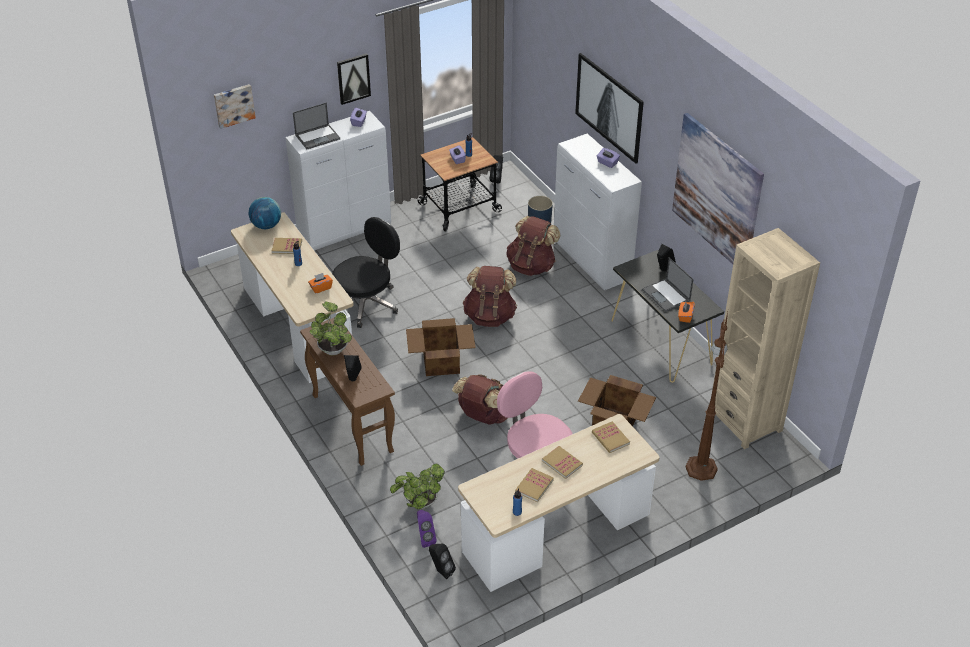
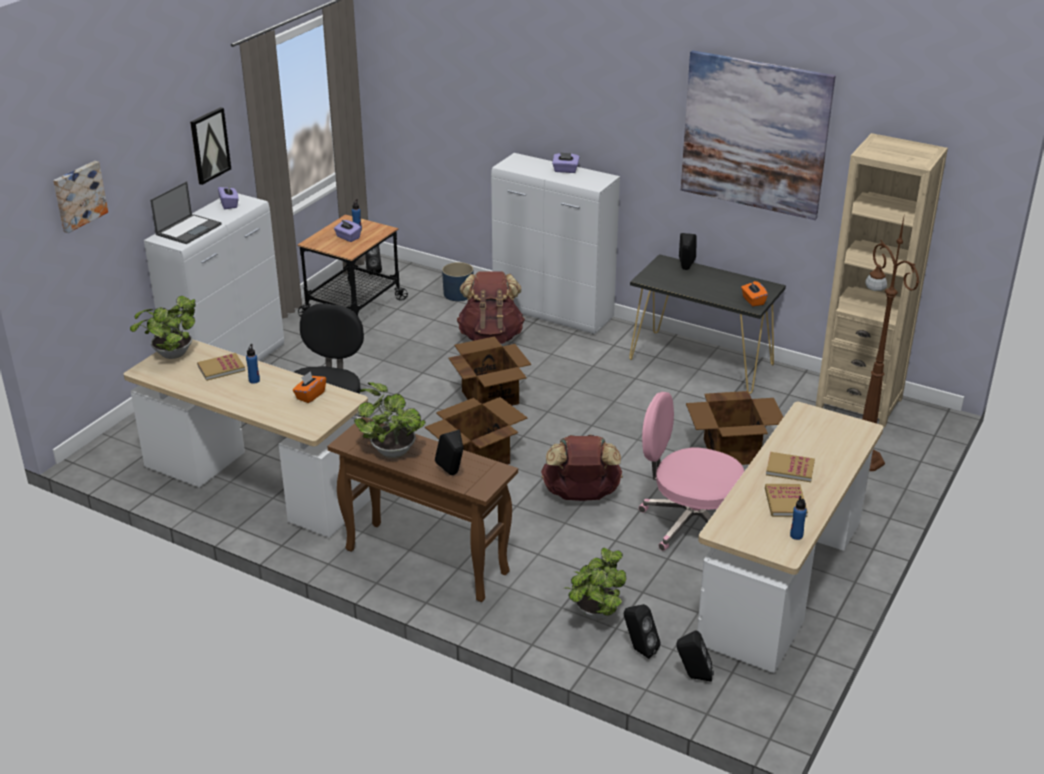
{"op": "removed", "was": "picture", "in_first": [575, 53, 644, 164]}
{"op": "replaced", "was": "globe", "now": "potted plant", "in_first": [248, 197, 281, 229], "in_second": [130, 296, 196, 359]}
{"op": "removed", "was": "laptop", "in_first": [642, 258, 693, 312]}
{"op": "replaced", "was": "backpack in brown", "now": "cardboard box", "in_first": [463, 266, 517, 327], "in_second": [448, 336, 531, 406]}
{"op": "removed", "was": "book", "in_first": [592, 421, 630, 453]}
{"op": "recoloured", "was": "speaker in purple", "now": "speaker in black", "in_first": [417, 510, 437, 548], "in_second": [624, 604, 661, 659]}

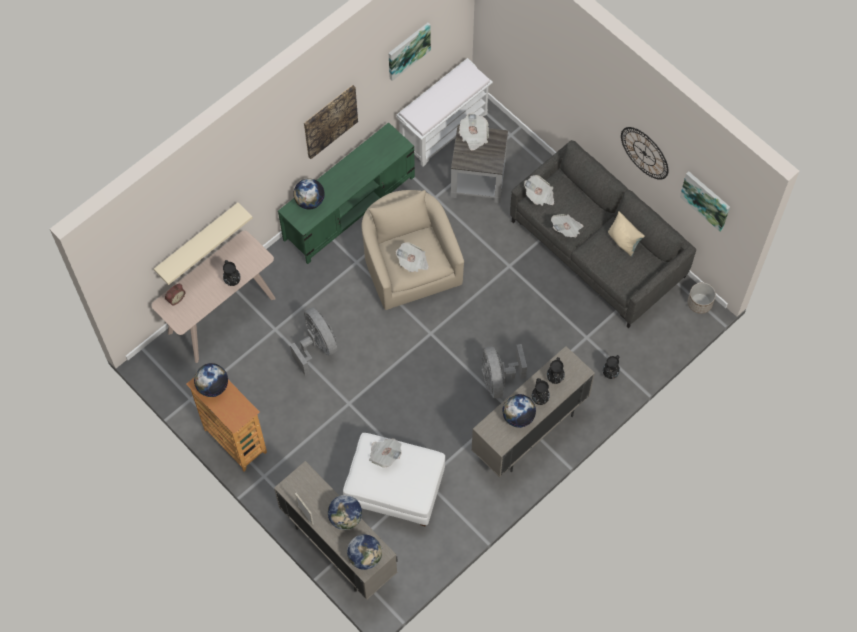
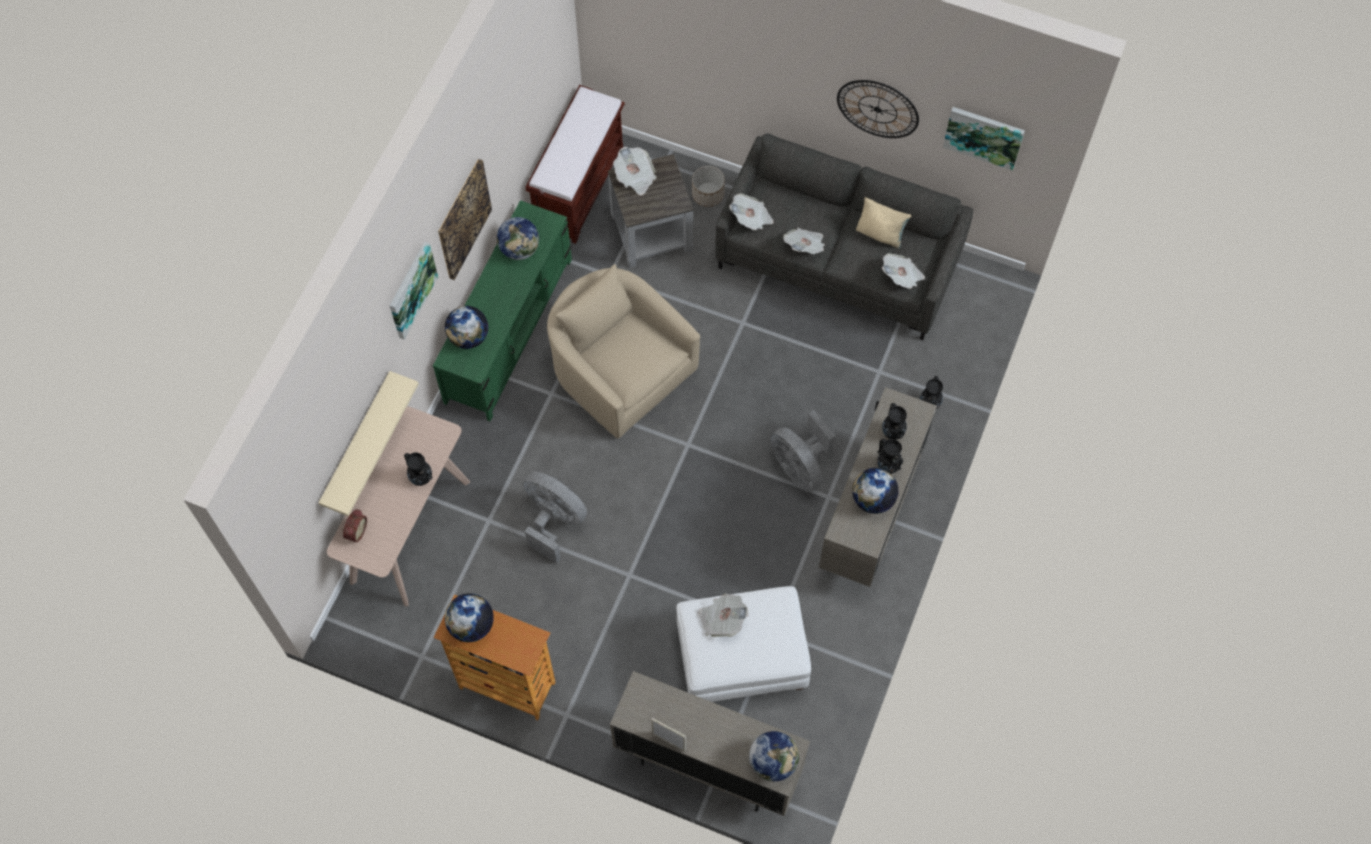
{"op": "moved", "was": "picture", "in_first": [389, 23, 431, 81], "in_second": [389, 242, 438, 340]}
{"op": "recoloured", "was": "bench in white", "now": "bench in brown", "in_first": [396, 58, 493, 167], "in_second": [526, 85, 625, 244]}
{"op": "moved", "was": "newspaper", "in_first": [396, 242, 429, 272], "in_second": [882, 253, 925, 289]}
{"op": "moved", "was": "planter", "in_first": [688, 282, 716, 314], "in_second": [692, 166, 725, 207]}
{"op": "moved", "was": "globe", "in_first": [328, 495, 362, 530], "in_second": [497, 217, 539, 260]}

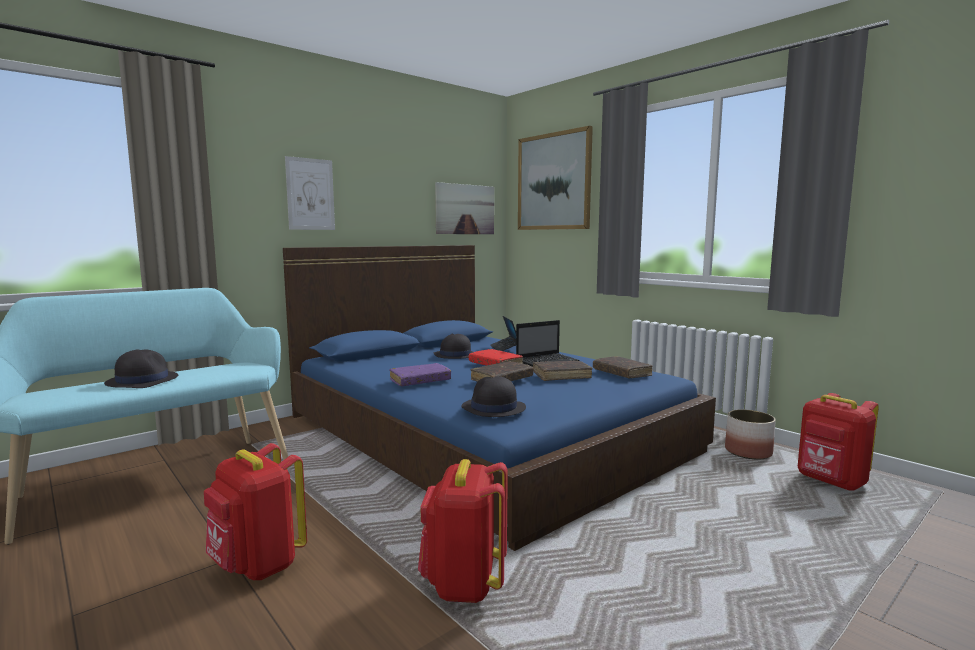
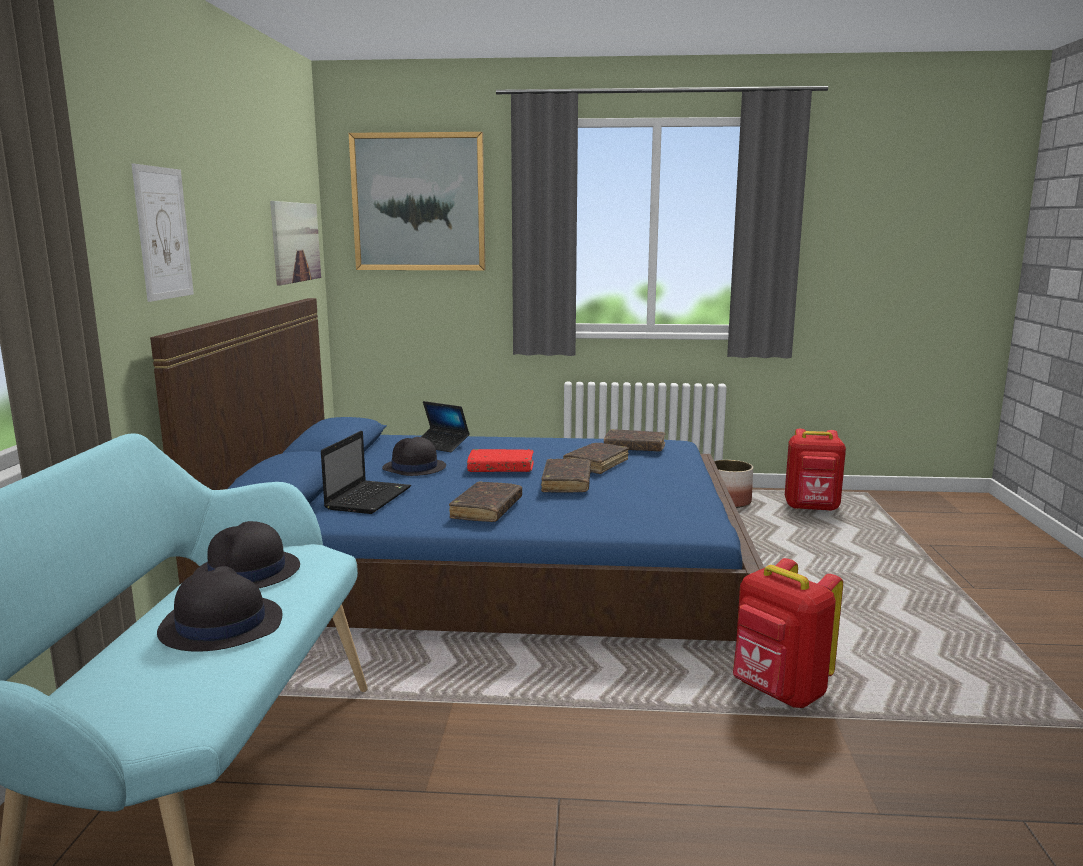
{"op": "moved", "was": "laptop", "in_first": [516, 320, 580, 367], "in_second": [321, 431, 411, 514]}
{"op": "recoloured", "was": "book in purple", "now": "book in brown", "in_first": [389, 363, 451, 386], "in_second": [449, 482, 522, 522]}
{"op": "moved", "was": "hat in black", "in_first": [461, 376, 526, 417], "in_second": [193, 521, 300, 588]}
{"op": "removed", "was": "backpack in red", "in_first": [204, 443, 307, 580]}

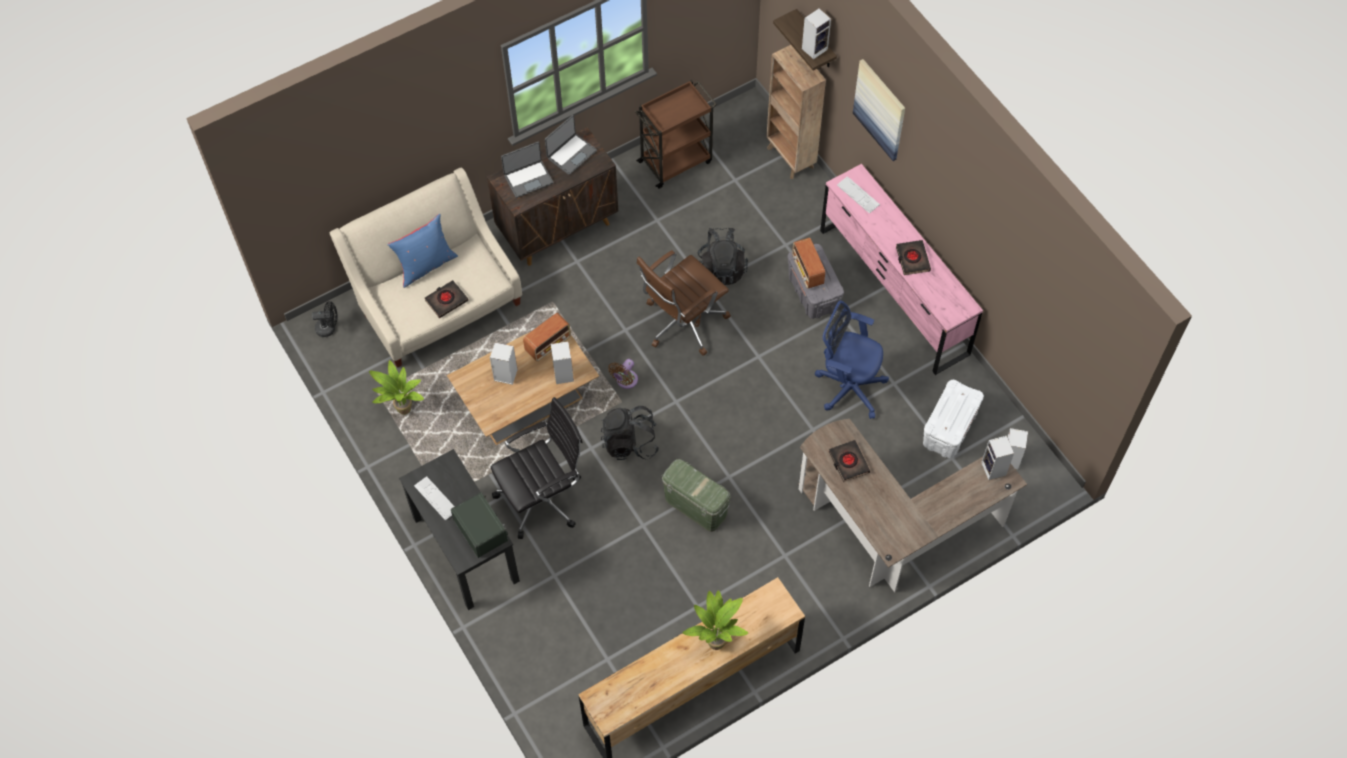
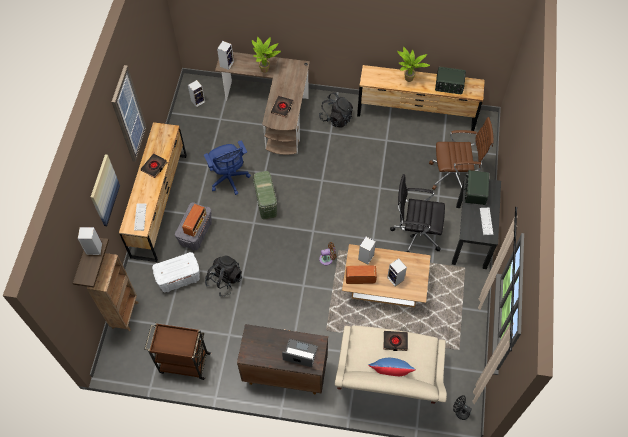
{"op": "removed", "was": "laptop", "in_first": [545, 115, 597, 175]}
{"op": "recoloured", "was": "dresser in pink", "now": "dresser in brown", "in_first": [820, 164, 983, 375], "in_second": [119, 122, 187, 262]}
{"op": "moved", "was": "office chair in brown", "in_first": [637, 250, 731, 355], "in_second": [429, 117, 494, 190]}
{"op": "moved", "was": "potted plant", "in_first": [369, 360, 424, 415], "in_second": [252, 37, 281, 73]}
{"op": "moved", "was": "storage box in white", "in_first": [923, 380, 984, 458], "in_second": [152, 252, 200, 292]}
{"op": "moved", "was": "backpack in black", "in_first": [601, 406, 659, 460], "in_second": [319, 92, 353, 127]}
{"op": "moved", "was": "storage box in green", "in_first": [662, 459, 731, 532], "in_second": [253, 171, 277, 220]}
{"op": "added", "now": "picture", "in_second": [111, 65, 147, 162]}
{"op": "added", "now": "radio", "in_second": [435, 67, 466, 94]}

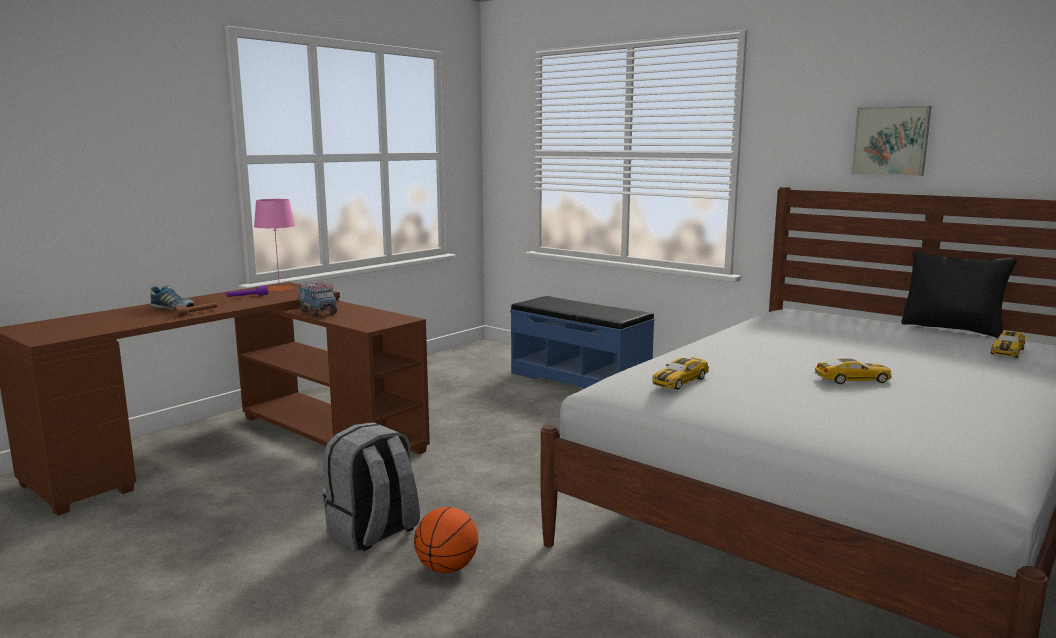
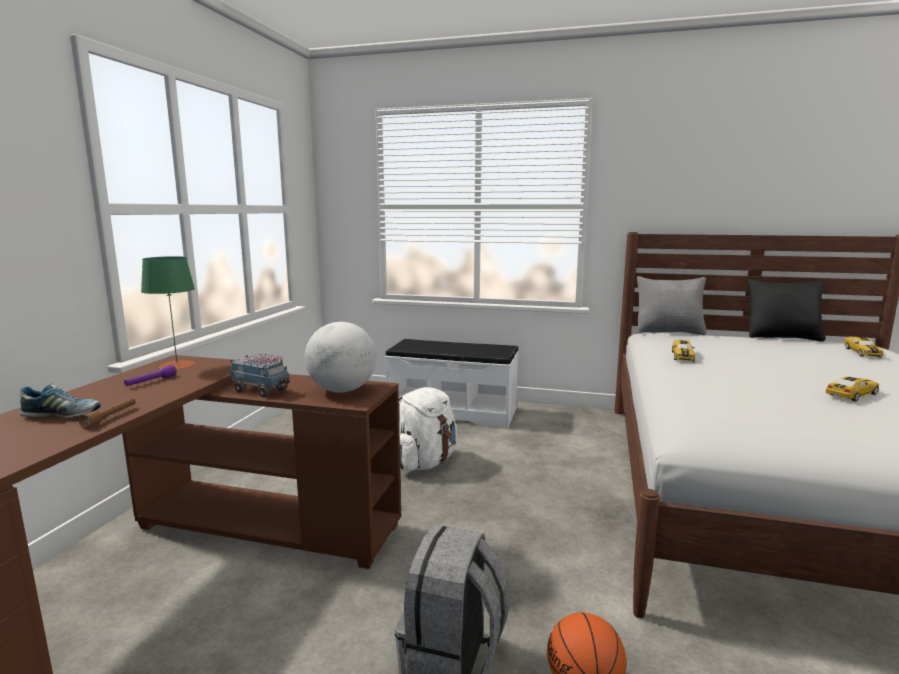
{"op": "removed", "was": "picture", "in_first": [851, 106, 932, 176]}
{"op": "recoloured", "was": "table lamp in pink", "now": "table lamp in green", "in_first": [254, 199, 295, 291], "in_second": [141, 256, 195, 369]}
{"op": "recoloured", "was": "bench in blue", "now": "bench in white", "in_first": [510, 296, 654, 389], "in_second": [385, 339, 518, 428]}
{"op": "moved", "was": "toy car", "in_first": [652, 357, 709, 390], "in_second": [672, 340, 695, 361]}
{"op": "added", "now": "pillow in grey", "in_second": [636, 276, 707, 335]}
{"op": "added", "now": "globe", "in_second": [305, 322, 377, 393]}
{"op": "added", "now": "backpack in white", "in_second": [399, 387, 457, 471]}

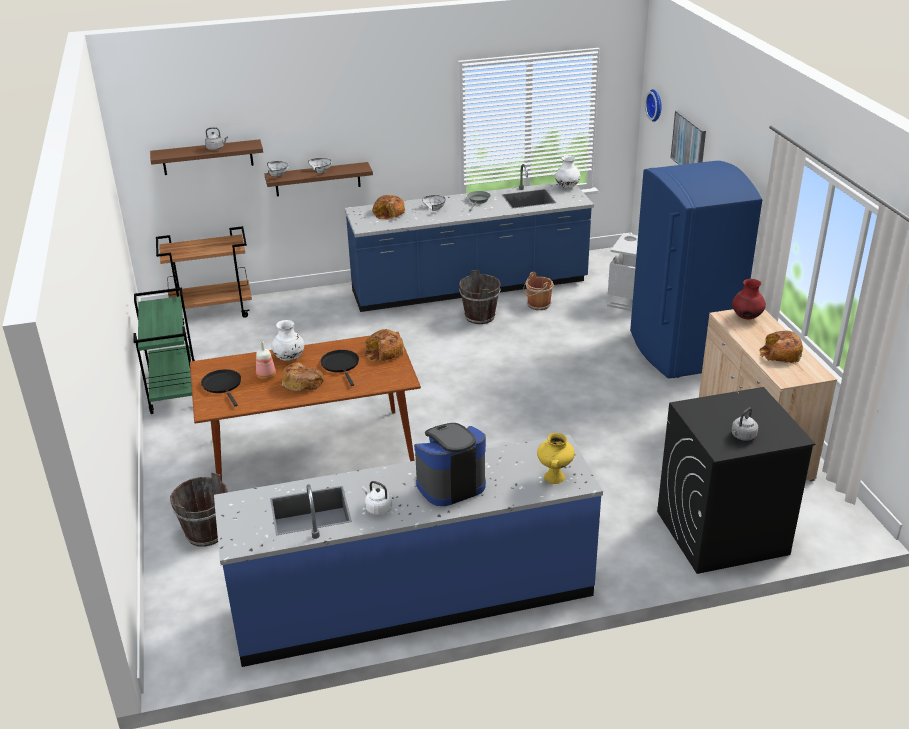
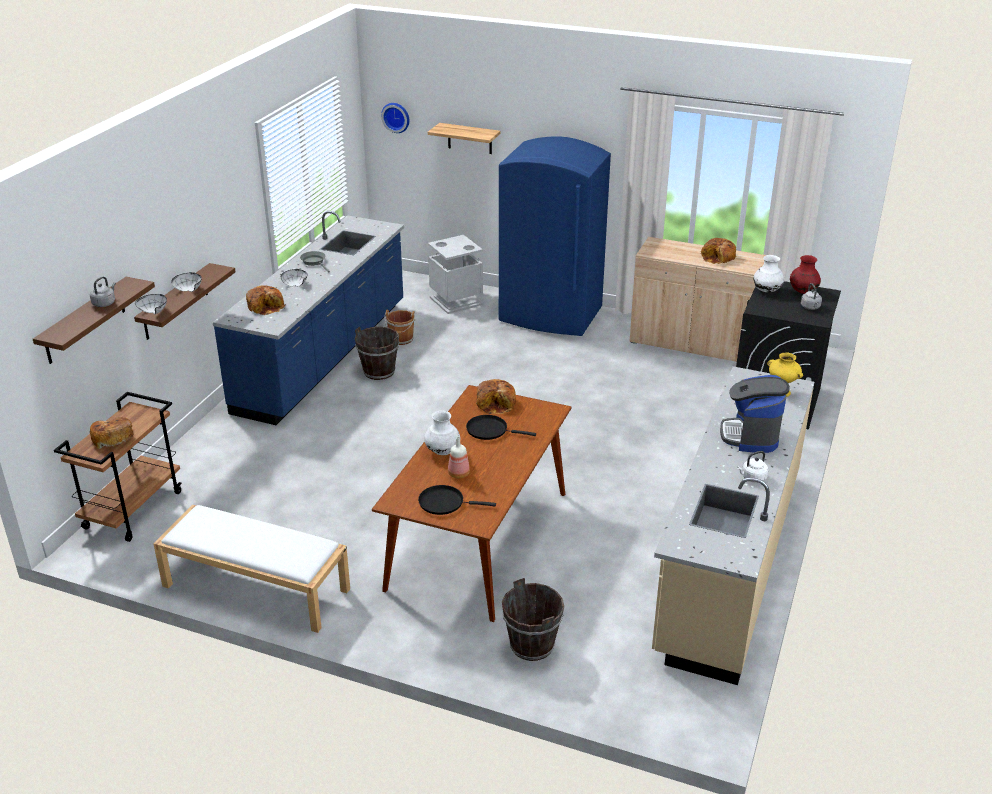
{"op": "replaced", "was": "picture", "now": "shelf", "in_first": [671, 110, 706, 165], "in_second": [428, 123, 501, 154]}
{"op": "moved", "was": "vase in white", "in_first": [555, 156, 581, 188], "in_second": [753, 255, 784, 293]}
{"op": "moved", "was": "vase in red", "in_first": [732, 279, 766, 319], "in_second": [790, 255, 821, 294]}
{"op": "replaced", "was": "cart in green", "now": "bench in white", "in_first": [134, 288, 195, 414], "in_second": [153, 505, 350, 633]}
{"op": "moved", "was": "bread", "in_first": [282, 362, 324, 392], "in_second": [90, 417, 134, 449]}
{"op": "recoloured", "was": "counter in blue", "now": "counter in beige", "in_first": [214, 434, 603, 667], "in_second": [652, 366, 814, 685]}

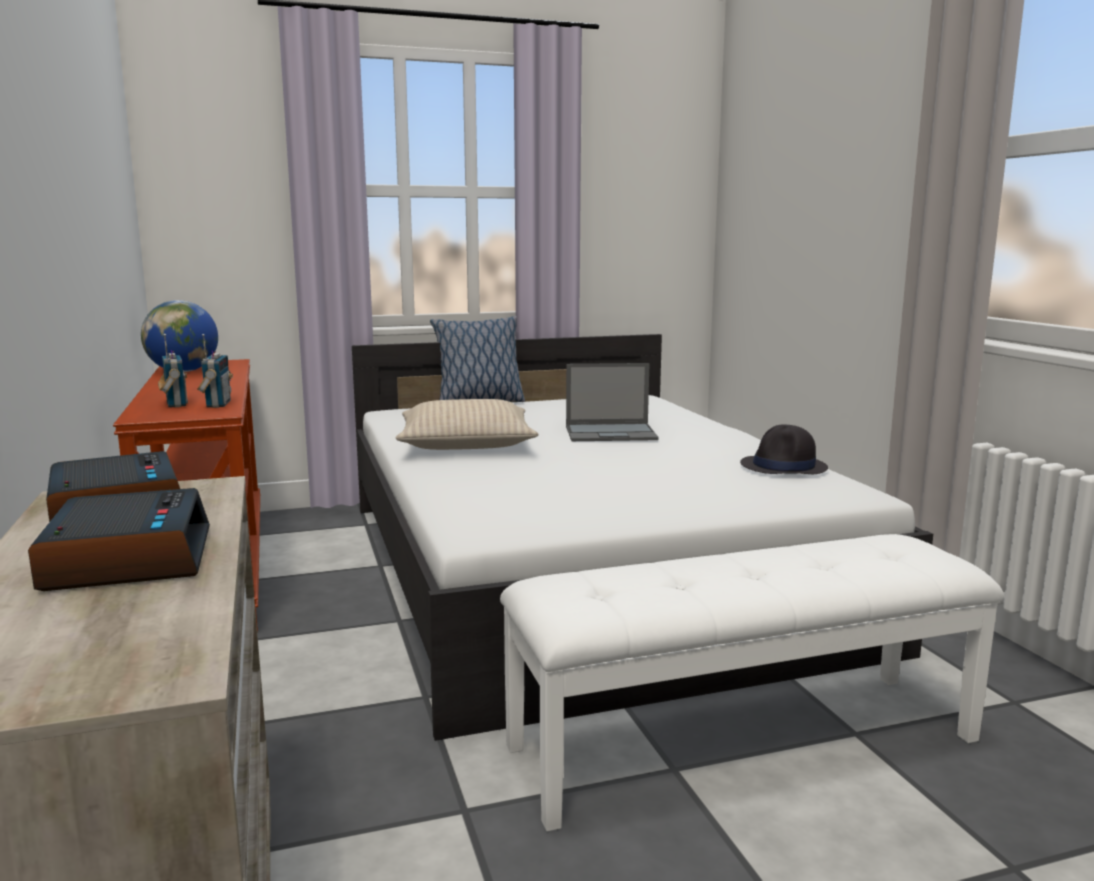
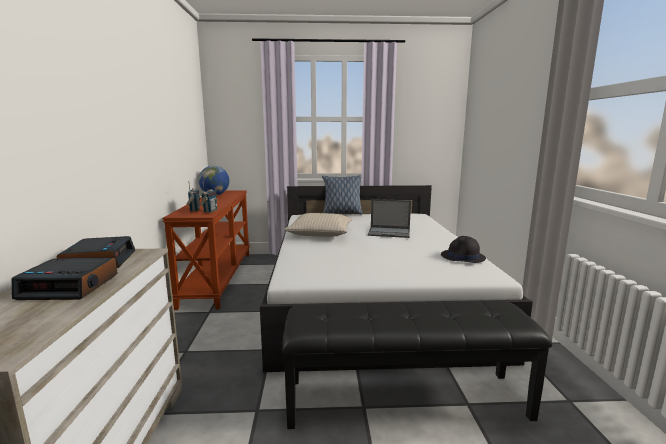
{"op": "turned", "was": "alarm clock", "in_first": [28, 488, 210, 591], "in_second": [12, 258, 118, 300], "clockwise": 90}
{"op": "recoloured", "was": "bench in white", "now": "bench in black", "in_first": [500, 534, 1004, 831], "in_second": [282, 300, 552, 429]}

